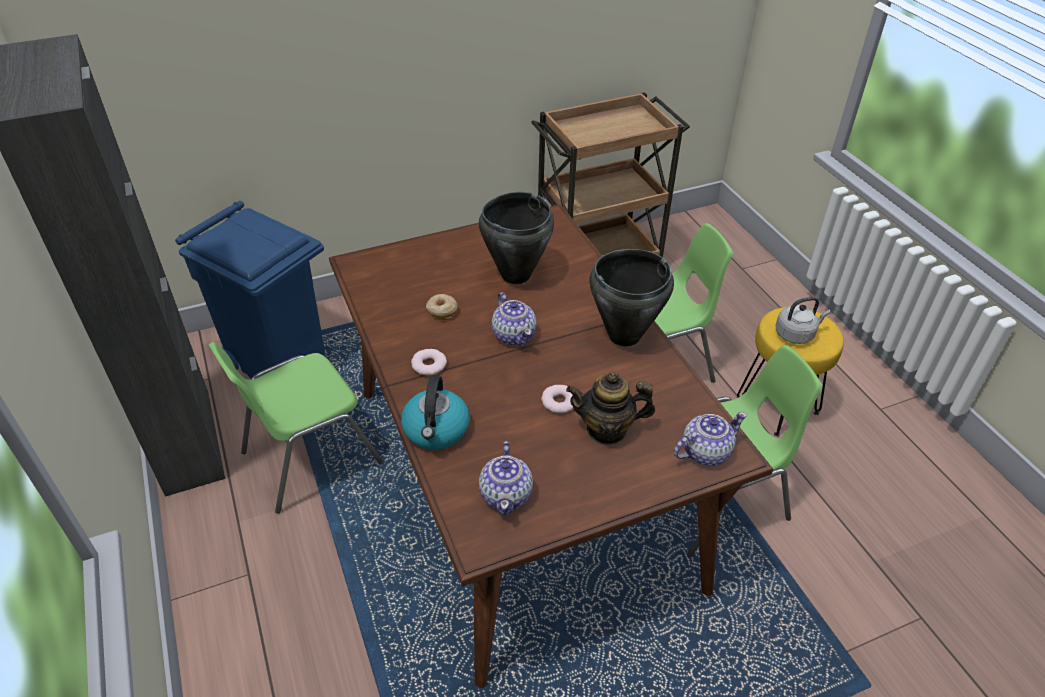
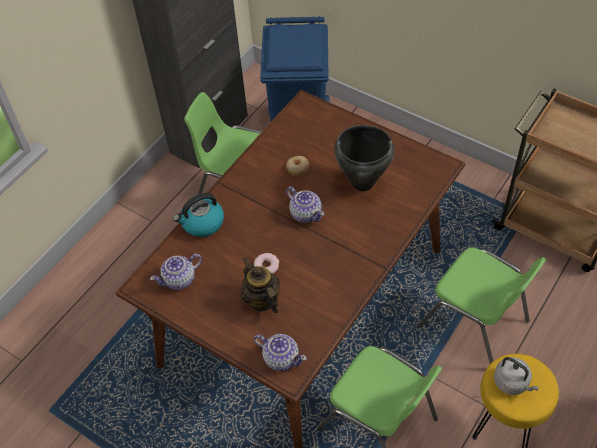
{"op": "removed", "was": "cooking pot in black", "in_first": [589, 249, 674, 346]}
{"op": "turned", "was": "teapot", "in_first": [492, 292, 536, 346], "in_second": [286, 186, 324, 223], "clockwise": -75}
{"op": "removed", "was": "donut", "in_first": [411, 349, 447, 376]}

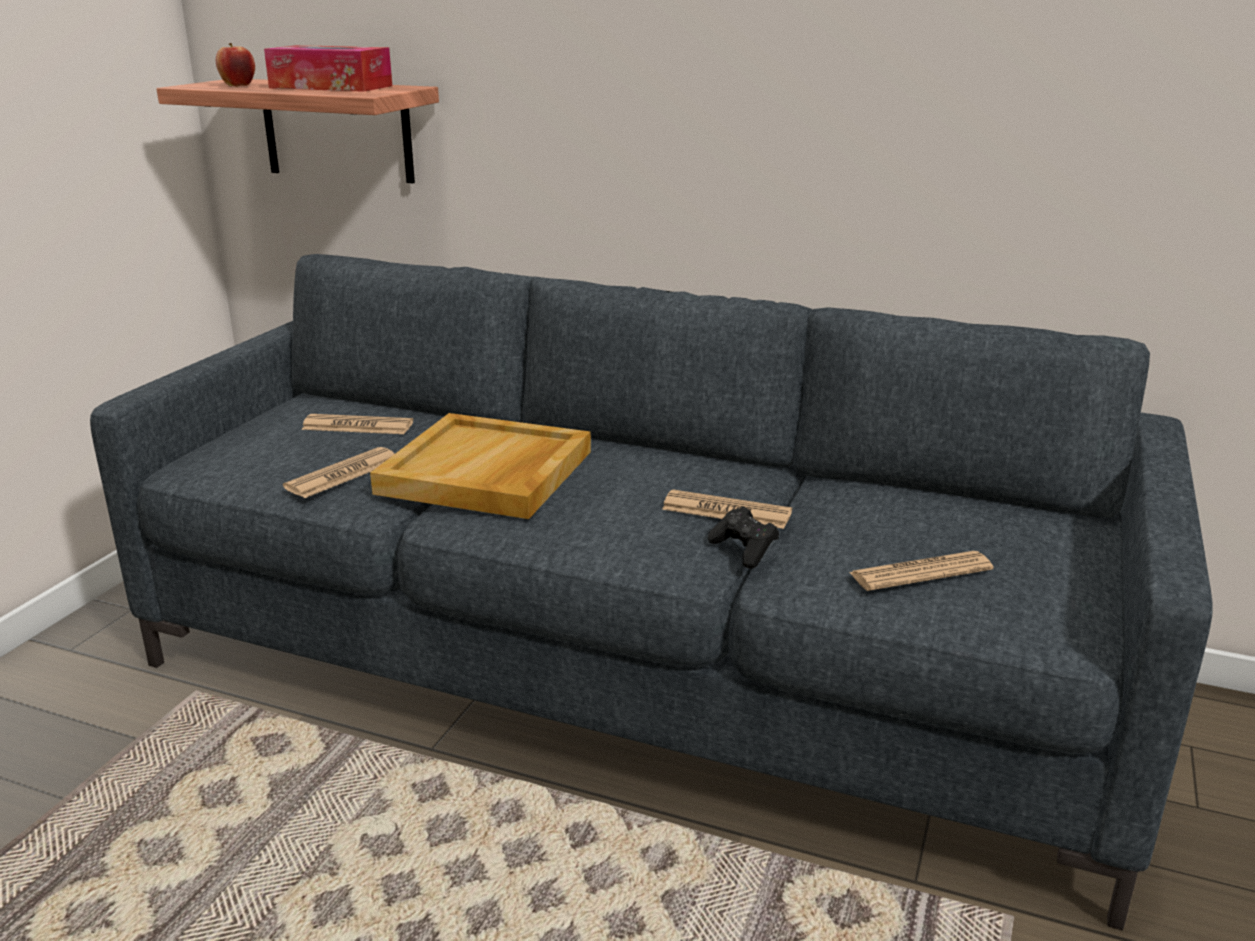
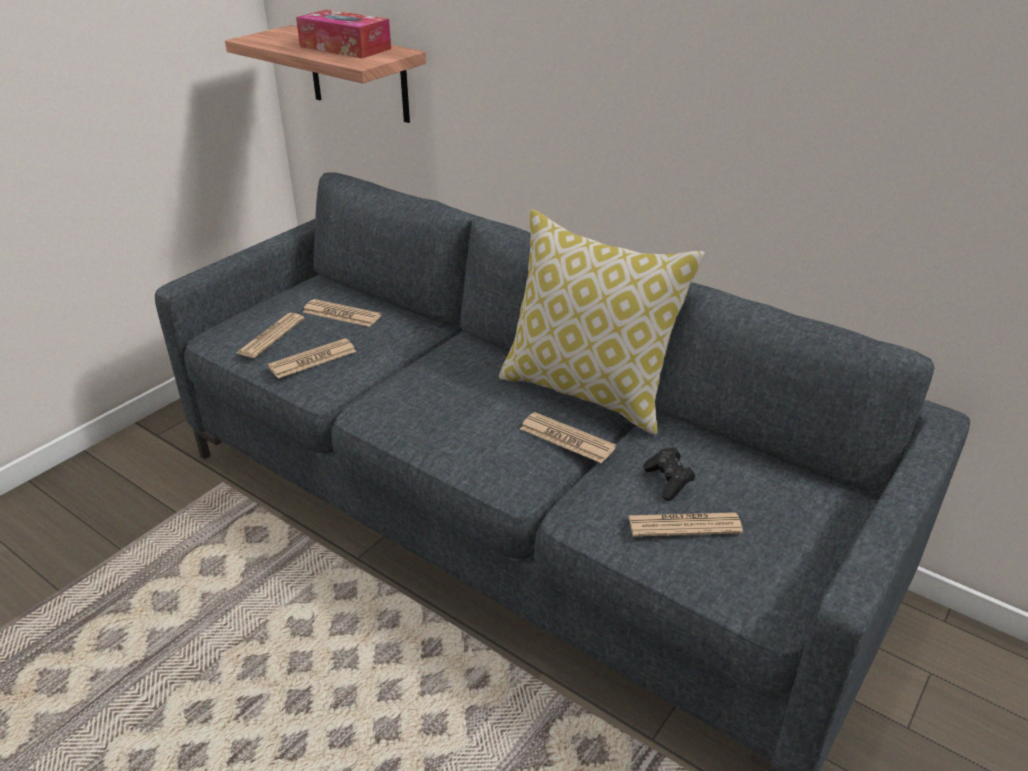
{"op": "removed", "was": "apple", "in_first": [216, 43, 255, 87]}
{"op": "removed", "was": "tray in beige", "in_first": [370, 413, 591, 519]}
{"op": "moved", "was": "game controller in black", "in_first": [708, 507, 779, 569], "in_second": [643, 447, 695, 501]}
{"op": "added", "now": "pillow", "in_second": [499, 209, 705, 435]}
{"op": "added", "now": "newspaper", "in_second": [237, 313, 305, 358]}

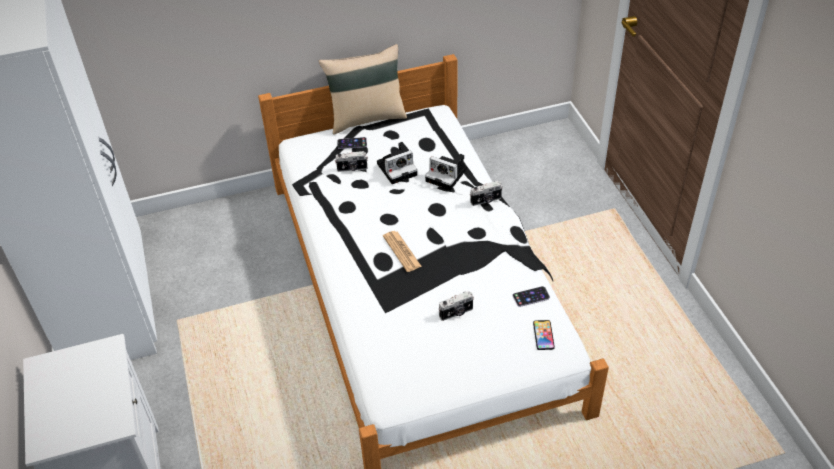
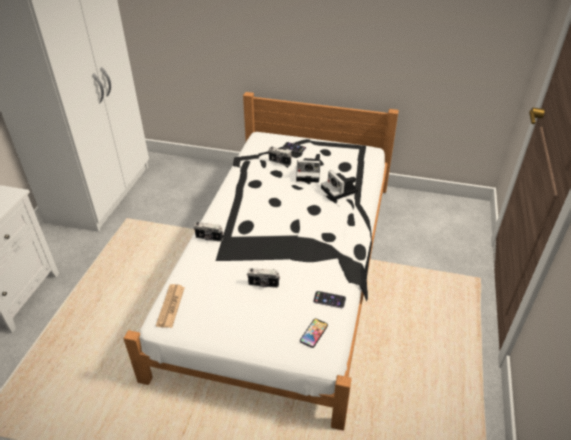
{"op": "removed", "was": "pillow in beige", "in_first": [319, 44, 407, 135]}
{"op": "moved", "was": "photo camera", "in_first": [470, 181, 503, 206], "in_second": [194, 222, 223, 242]}
{"op": "moved", "was": "newspaper", "in_first": [383, 231, 422, 272], "in_second": [156, 284, 185, 328]}

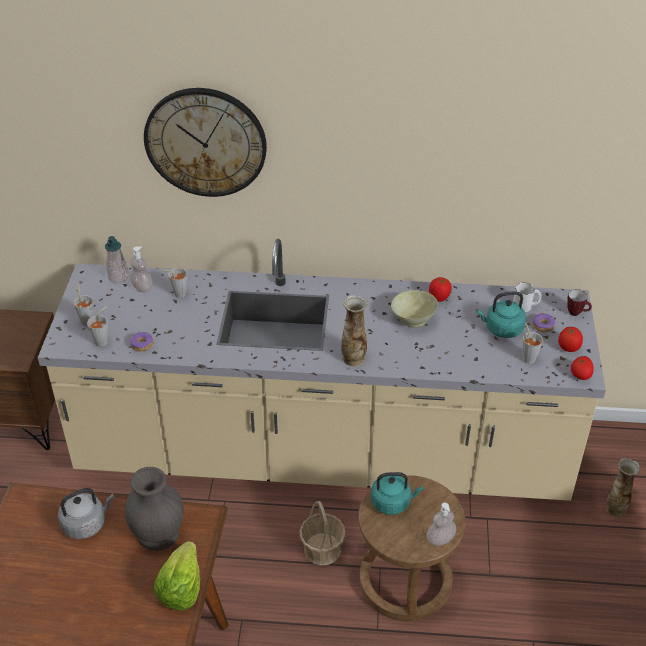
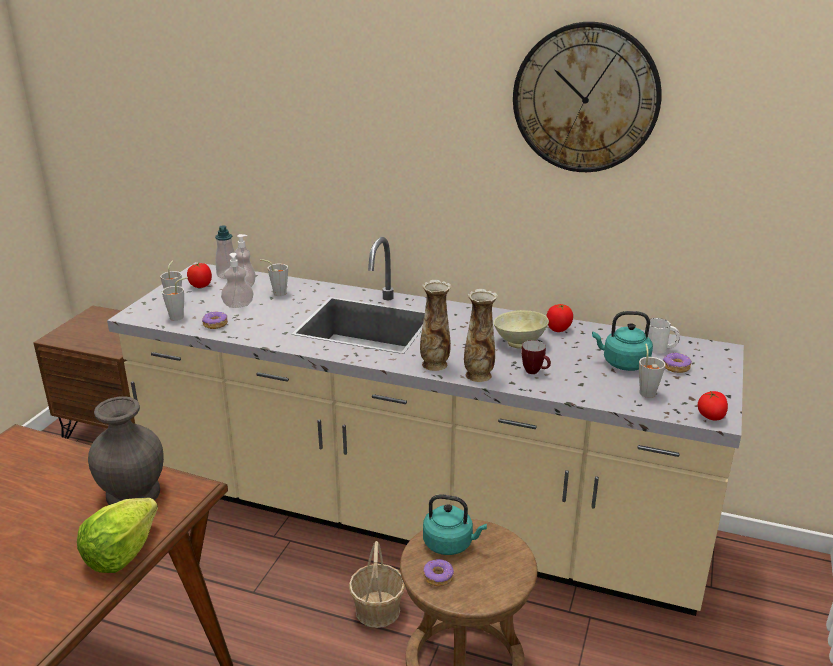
{"op": "moved", "was": "wall clock", "in_first": [144, 88, 267, 197], "in_second": [513, 22, 662, 172]}
{"op": "moved", "was": "mug", "in_first": [567, 289, 592, 316], "in_second": [521, 340, 551, 374]}
{"op": "moved", "was": "tomato", "in_first": [558, 327, 583, 352], "in_second": [187, 263, 212, 288]}
{"op": "moved", "was": "vase", "in_first": [606, 458, 640, 517], "in_second": [464, 289, 498, 382]}
{"op": "removed", "was": "kettle in grey", "in_first": [58, 488, 115, 539]}
{"op": "moved", "was": "soap dispenser", "in_first": [427, 502, 456, 546], "in_second": [221, 253, 254, 308]}
{"op": "added", "now": "donut", "in_second": [423, 559, 454, 586]}

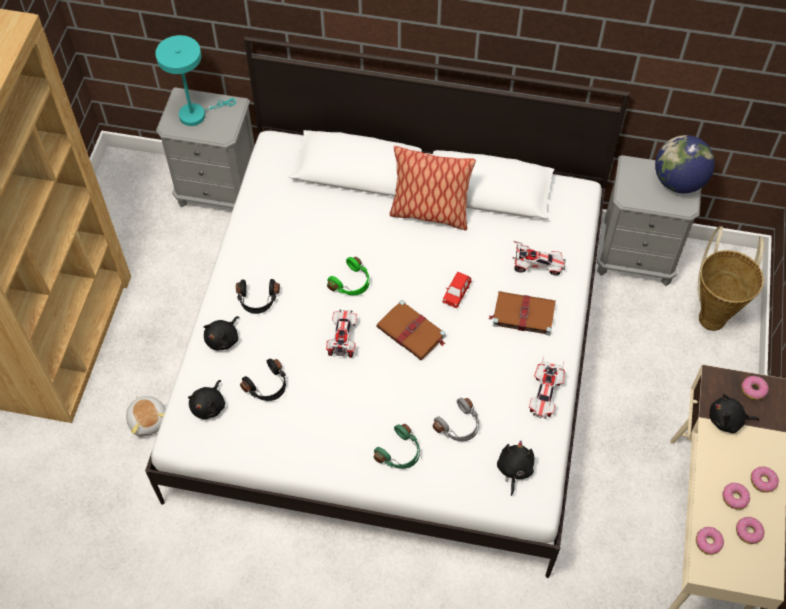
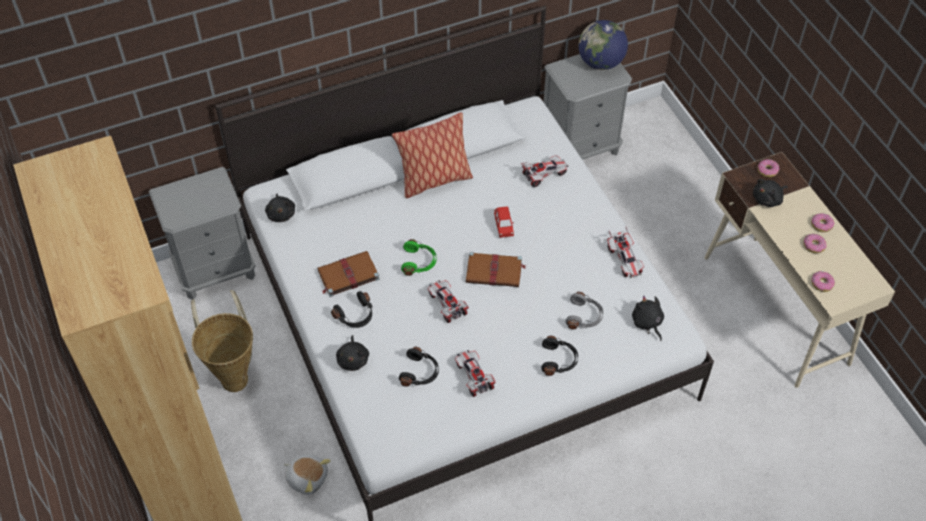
{"op": "removed", "was": "table lamp in turquoise", "in_first": [155, 35, 236, 126]}
{"op": "moved", "was": "basket", "in_first": [698, 226, 764, 331], "in_second": [191, 290, 253, 392]}
{"op": "moved", "was": "book in brown", "in_first": [489, 291, 556, 336], "in_second": [317, 251, 380, 297]}
{"op": "moved", "was": "plush toy in black", "in_first": [188, 380, 225, 419], "in_second": [265, 194, 295, 222]}
{"op": "recoloured", "was": "headphones in green", "now": "headphones in black", "in_first": [374, 424, 420, 469], "in_second": [541, 336, 578, 376]}
{"op": "removed", "was": "donut", "in_first": [736, 517, 765, 544]}
{"op": "added", "now": "toy car", "in_second": [455, 350, 496, 397]}

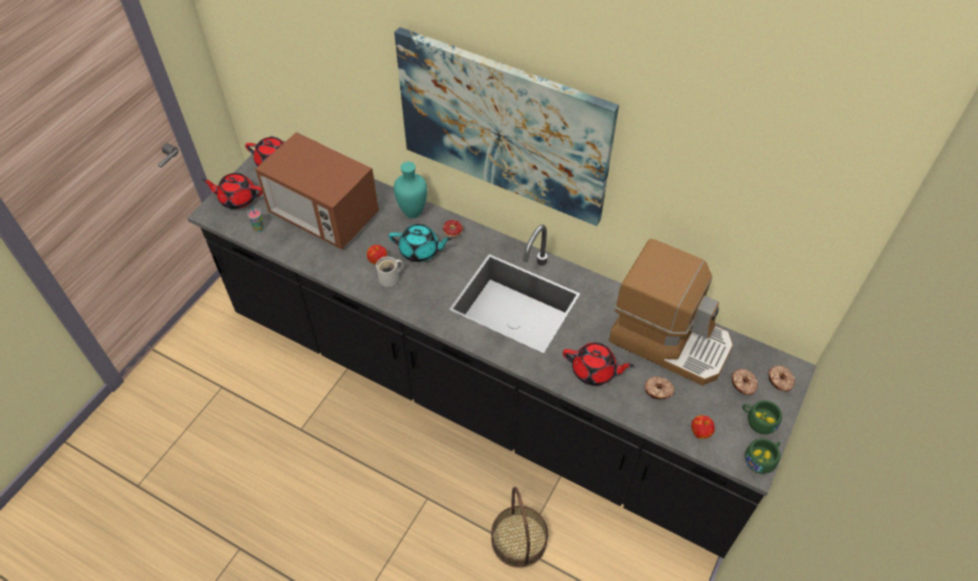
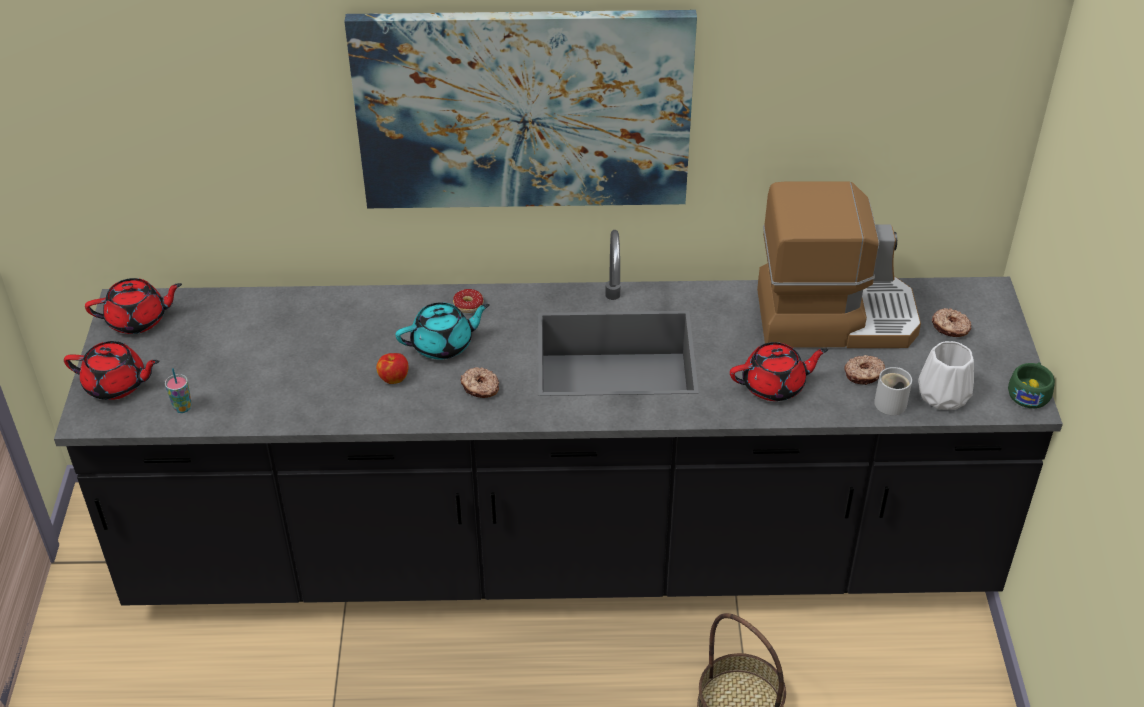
{"op": "removed", "was": "microwave", "in_first": [255, 132, 379, 249]}
{"op": "removed", "was": "vase in turquoise", "in_first": [394, 162, 427, 219]}
{"op": "turned", "was": "teapot in red", "in_first": [201, 173, 263, 209], "in_second": [64, 341, 160, 400], "clockwise": -150}
{"op": "moved", "was": "mug in white", "in_first": [376, 256, 404, 287], "in_second": [874, 367, 912, 415]}
{"op": "moved", "was": "donut", "in_first": [768, 365, 795, 391], "in_second": [460, 367, 499, 398]}
{"op": "removed", "was": "cup in green", "in_first": [742, 400, 782, 434]}
{"op": "replaced", "was": "apple", "now": "vase in white", "in_first": [691, 415, 715, 439], "in_second": [918, 341, 974, 410]}

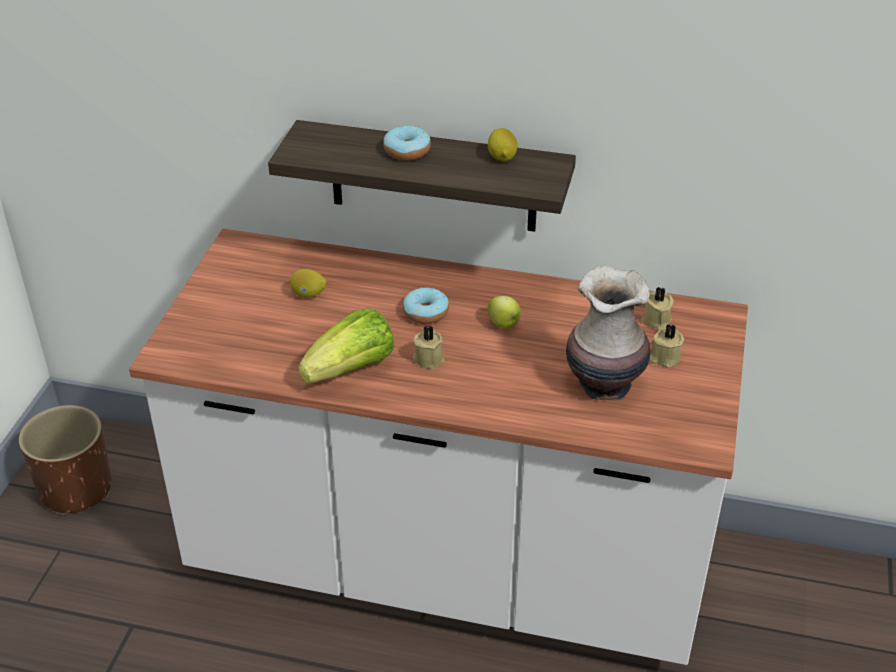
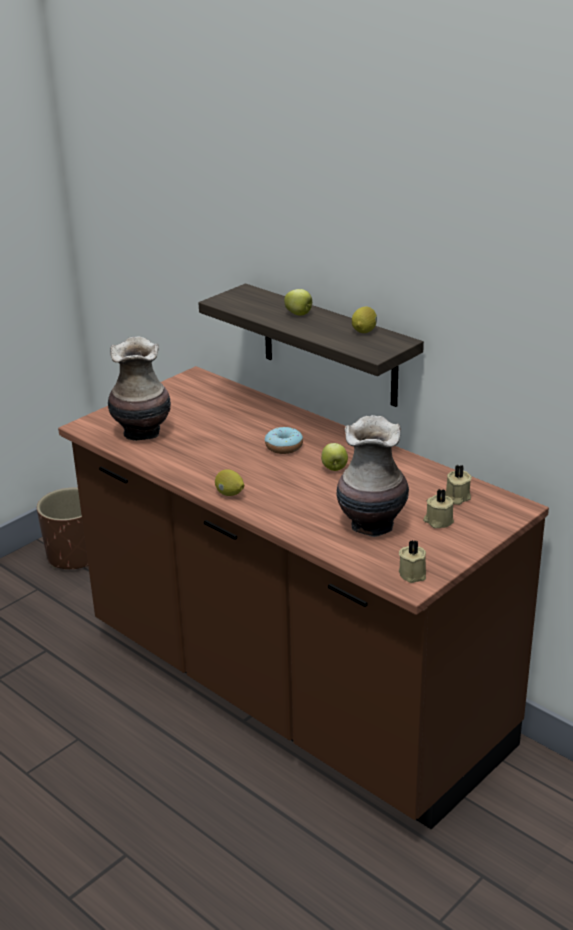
{"op": "replaced", "was": "donut", "now": "apple", "in_first": [383, 126, 431, 161], "in_second": [284, 289, 312, 315]}
{"op": "recoloured", "was": "counter in white", "now": "counter in brown", "in_first": [129, 229, 748, 665], "in_second": [58, 366, 549, 830]}
{"op": "moved", "was": "lemon", "in_first": [289, 269, 327, 298], "in_second": [215, 469, 244, 496]}
{"op": "removed", "was": "lettuce", "in_first": [298, 308, 394, 384]}
{"op": "moved", "was": "candle in beige", "in_first": [413, 325, 445, 369], "in_second": [399, 540, 426, 583]}
{"op": "added", "now": "vase", "in_second": [108, 337, 171, 441]}

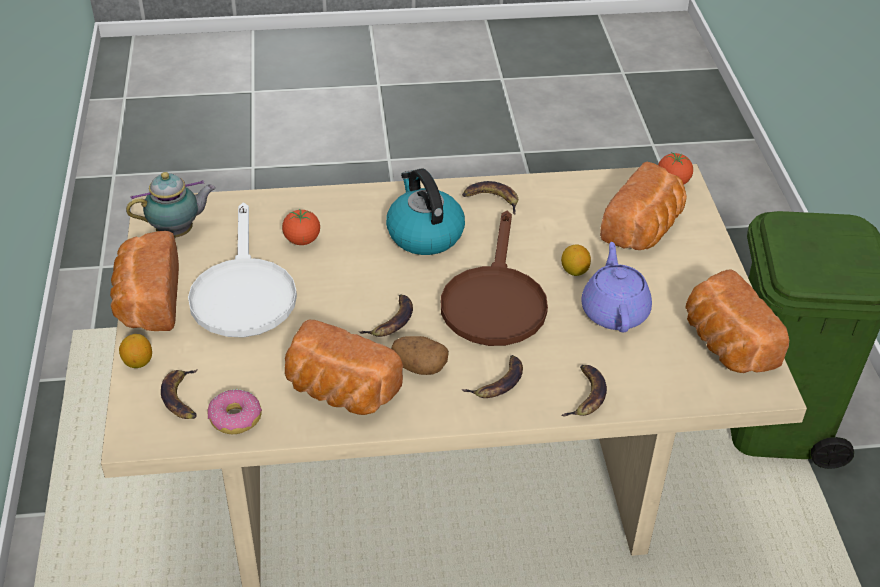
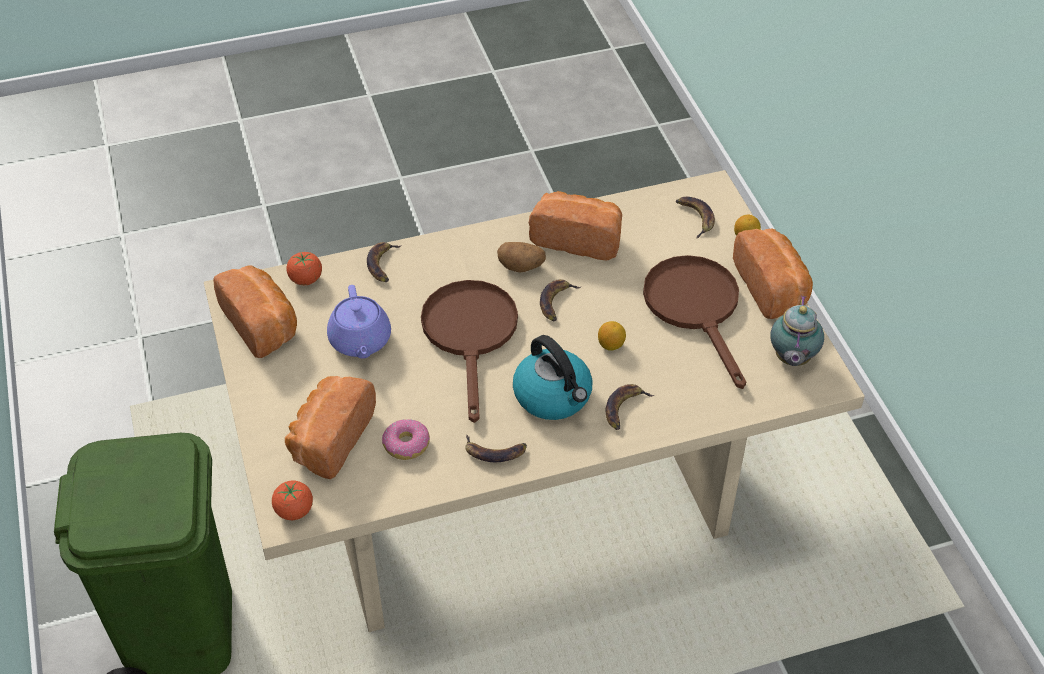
{"op": "turned", "was": "teapot", "in_first": [126, 172, 216, 238], "in_second": [770, 295, 824, 366], "clockwise": -45}
{"op": "recoloured", "was": "frying pan in white", "now": "frying pan in brown", "in_first": [188, 203, 297, 337], "in_second": [643, 255, 746, 389]}
{"op": "moved", "was": "tomato", "in_first": [282, 209, 320, 245], "in_second": [287, 252, 322, 285]}
{"op": "moved", "was": "lemon", "in_first": [561, 244, 591, 276], "in_second": [598, 321, 626, 351]}
{"op": "moved", "was": "banana", "in_first": [462, 355, 523, 398], "in_second": [606, 384, 654, 430]}
{"op": "moved", "was": "donut", "in_first": [207, 389, 262, 434], "in_second": [382, 419, 430, 460]}

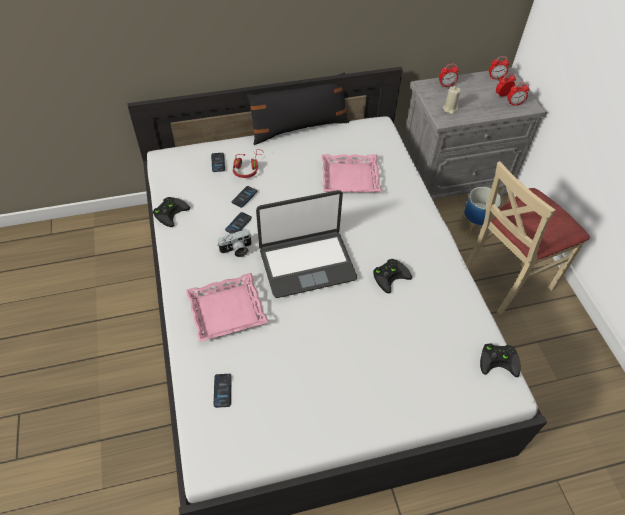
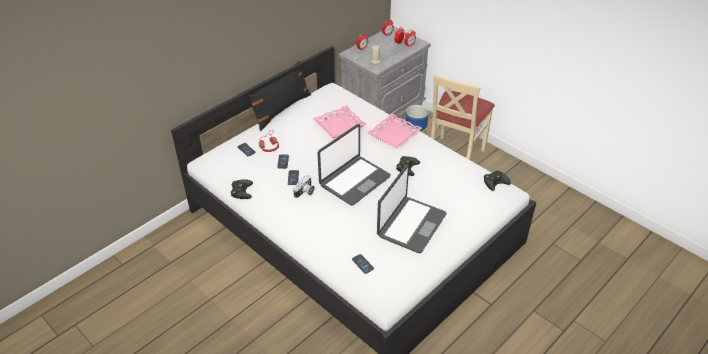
{"op": "moved", "was": "tray in pink", "in_first": [186, 273, 269, 342], "in_second": [367, 114, 422, 148]}
{"op": "added", "now": "laptop", "in_second": [377, 164, 447, 253]}

